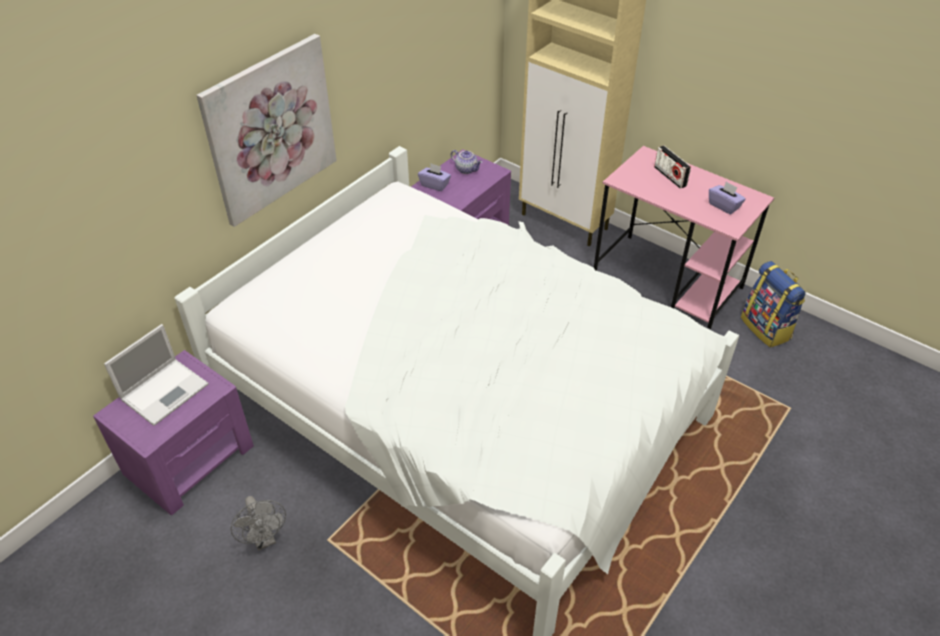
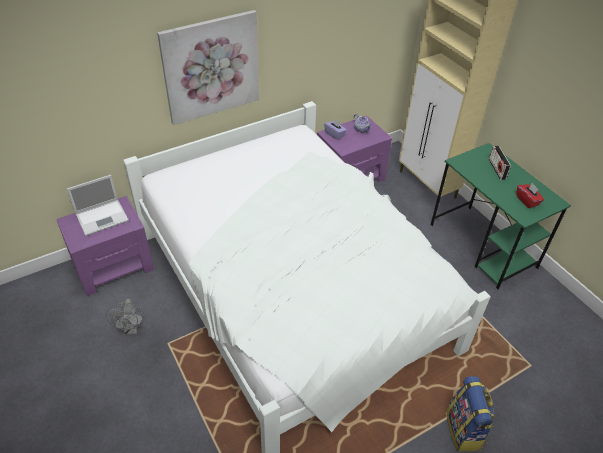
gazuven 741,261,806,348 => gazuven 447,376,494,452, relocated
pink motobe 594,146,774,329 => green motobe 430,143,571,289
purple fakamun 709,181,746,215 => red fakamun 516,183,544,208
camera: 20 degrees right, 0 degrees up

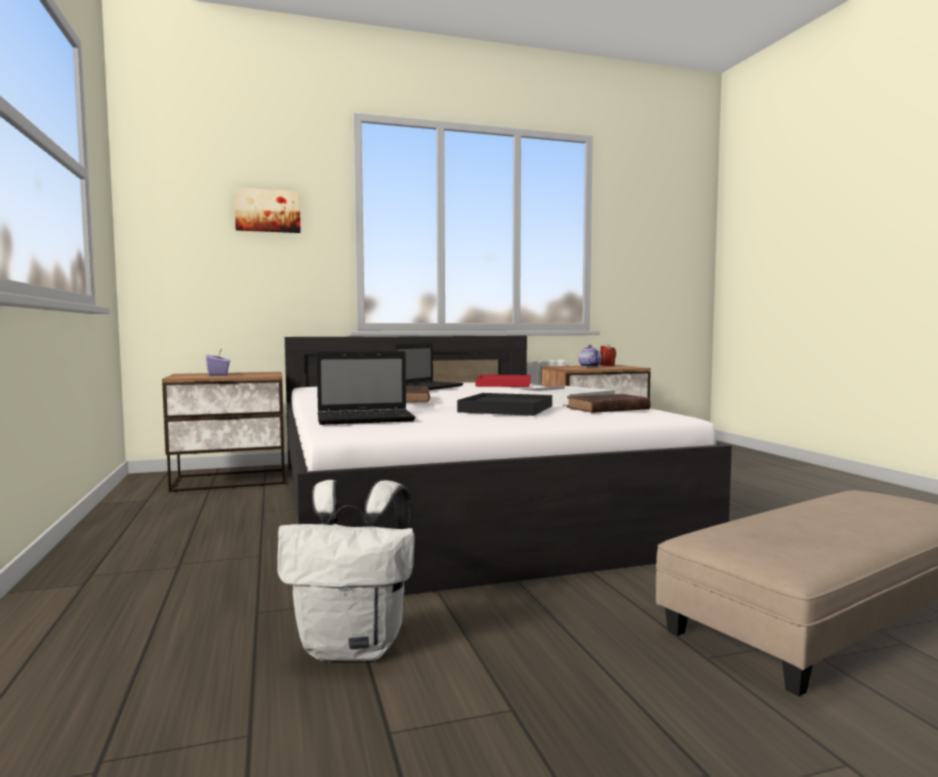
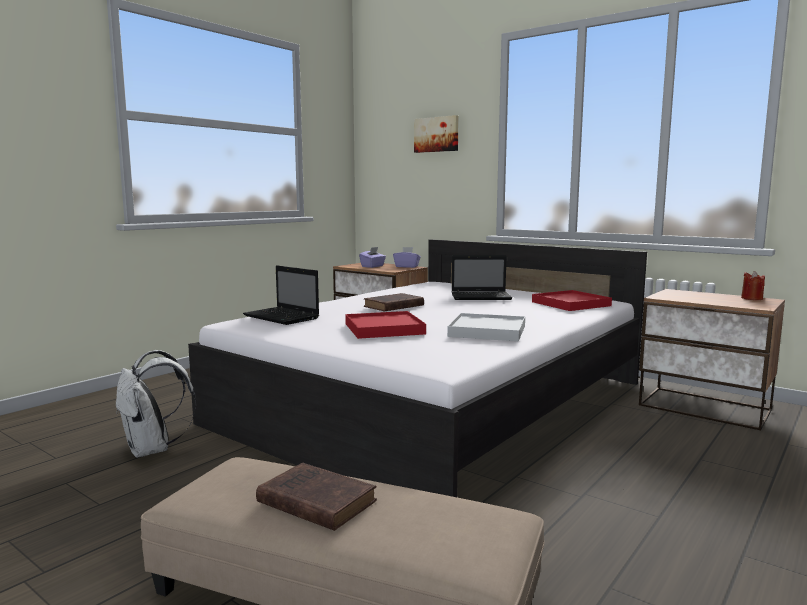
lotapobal 578,345,601,367 => nothing
nothing => purple fakamun 393,247,421,268
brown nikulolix 567,394,651,413 => brown nikulolix 256,463,377,531, relocated
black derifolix 457,393,552,416 => red derifolix 345,311,426,339
camera: 55 degrees right, 5 degrees up

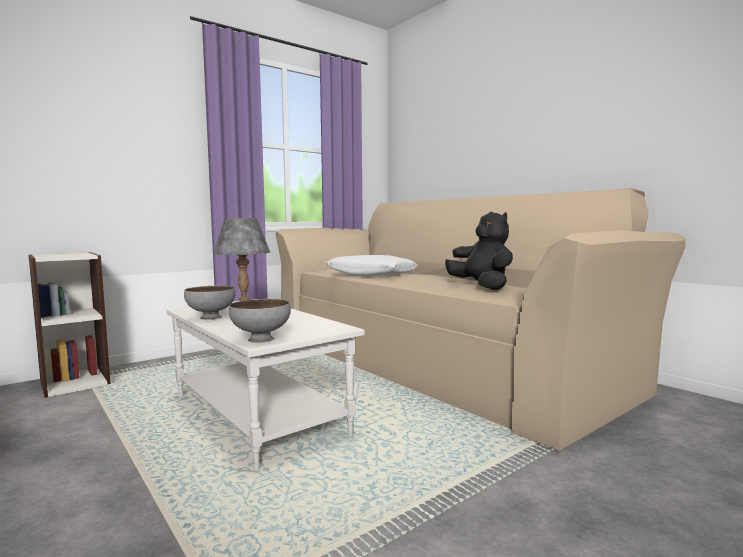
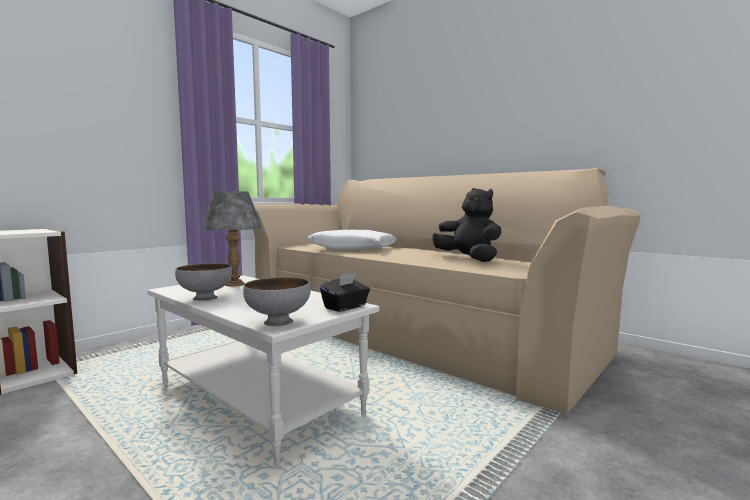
nothing => black fakamun 320,273,370,312
camera: 10 degrees left, 0 degrees up

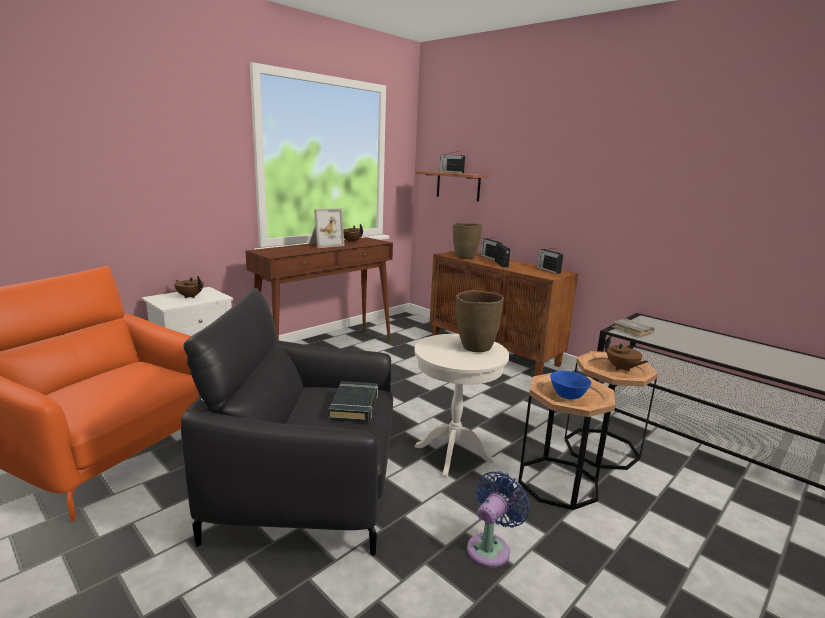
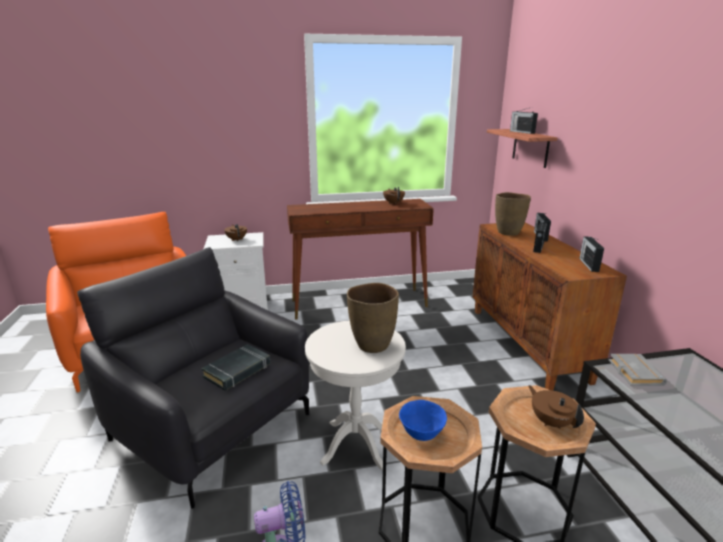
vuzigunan 309,208,345,248 => nothing
brown lotapobal 605,336,648,372 => brown lotapobal 528,385,584,429, 150 degrees clockwise
camera: 35 degrees right, 5 degrees up

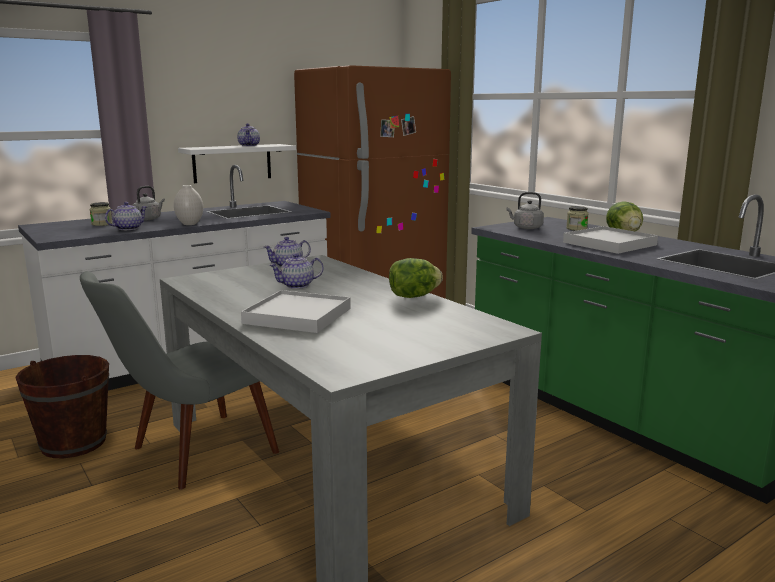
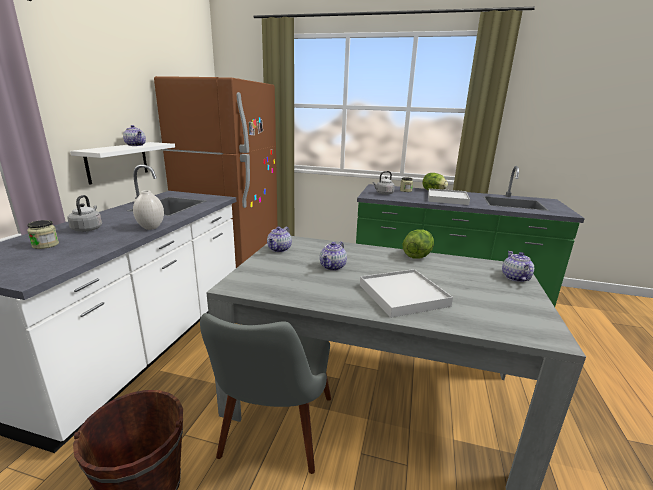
lotapobal 105,202,147,230 => lotapobal 502,251,534,282, relocated
camera: 40 degrees left, 5 degrees up

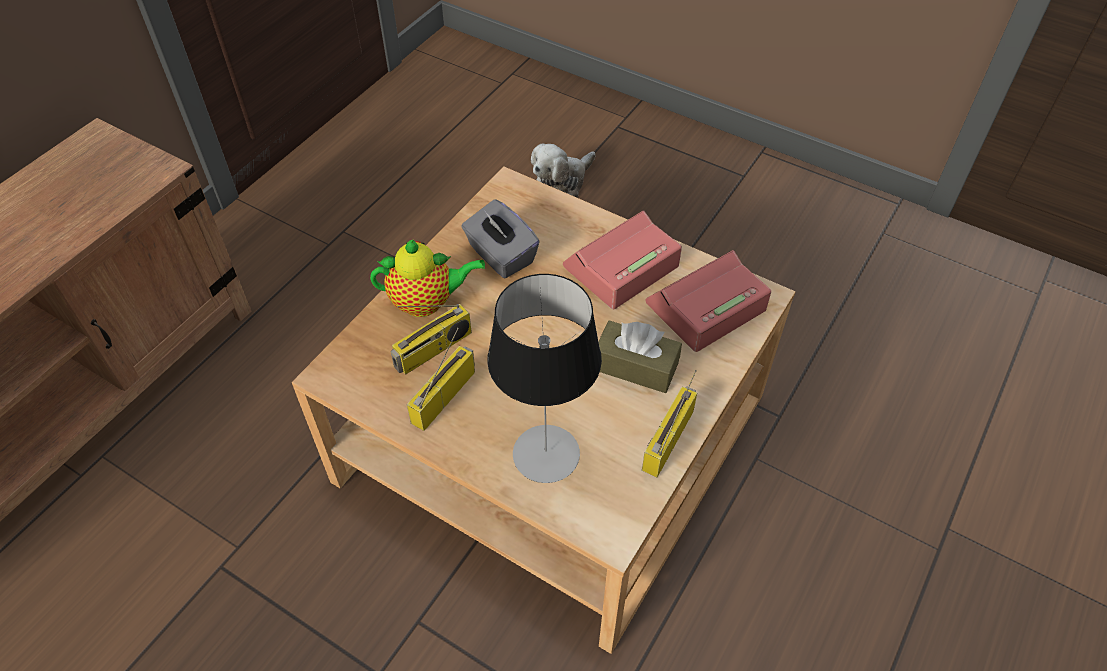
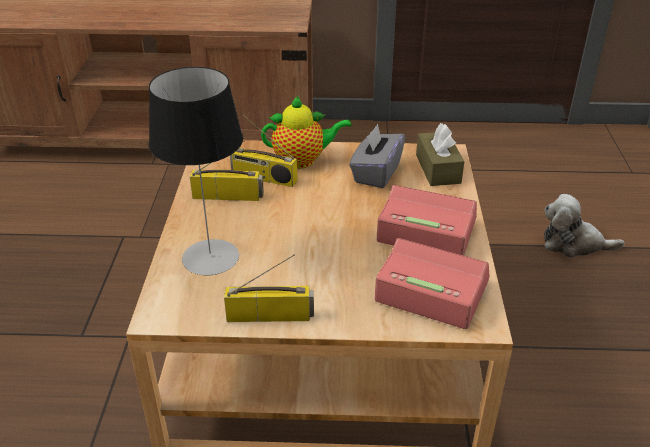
brown fakamun 598,320,682,393 => brown fakamun 416,123,464,186, relocated
lotapobal 370,239,485,317 => lotapobal 261,96,352,169, 60 degrees counterclockwise
camera: 60 degrees right, 15 degrees down

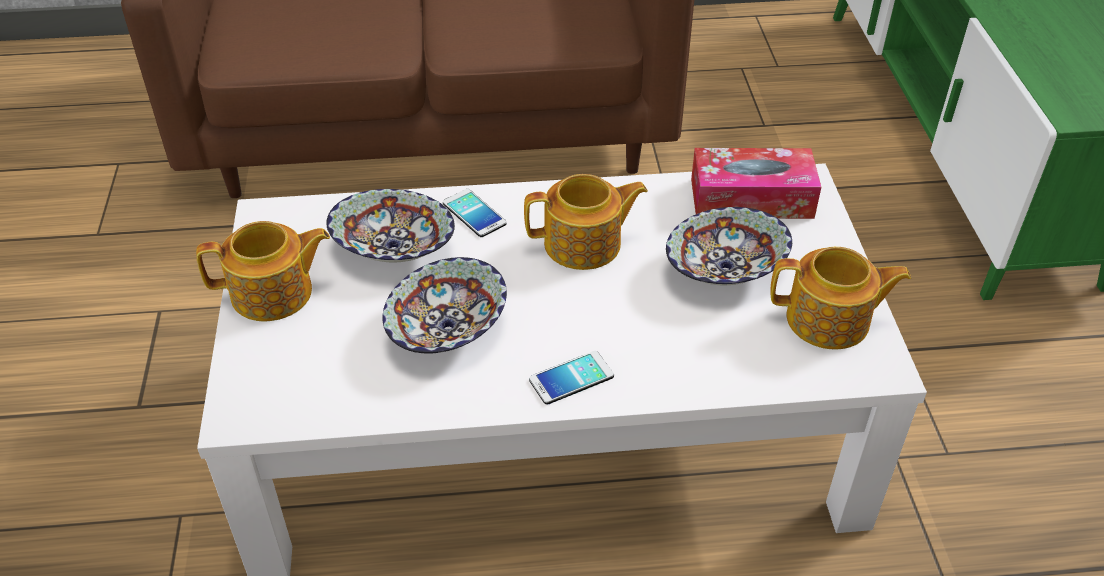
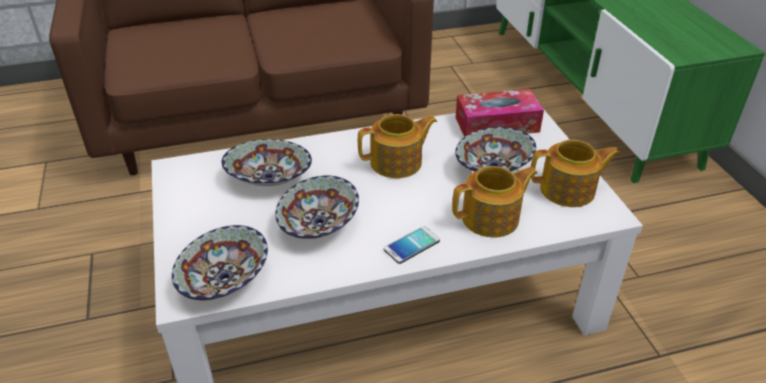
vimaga 443,189,507,237 => nothing
nothing => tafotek 172,225,268,300
lotapobal 196,221,330,322 => lotapobal 452,166,537,237, relocated
camera: 10 degrees left, 5 degrees down

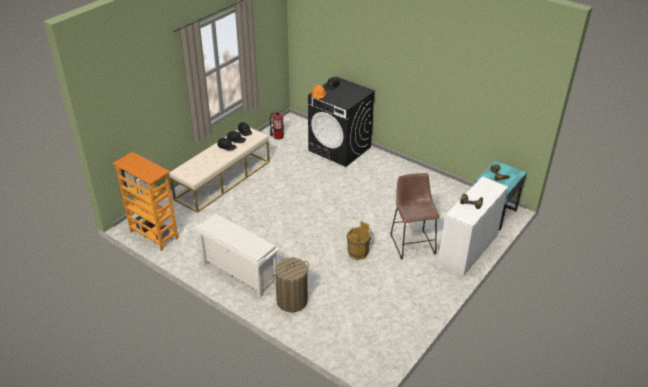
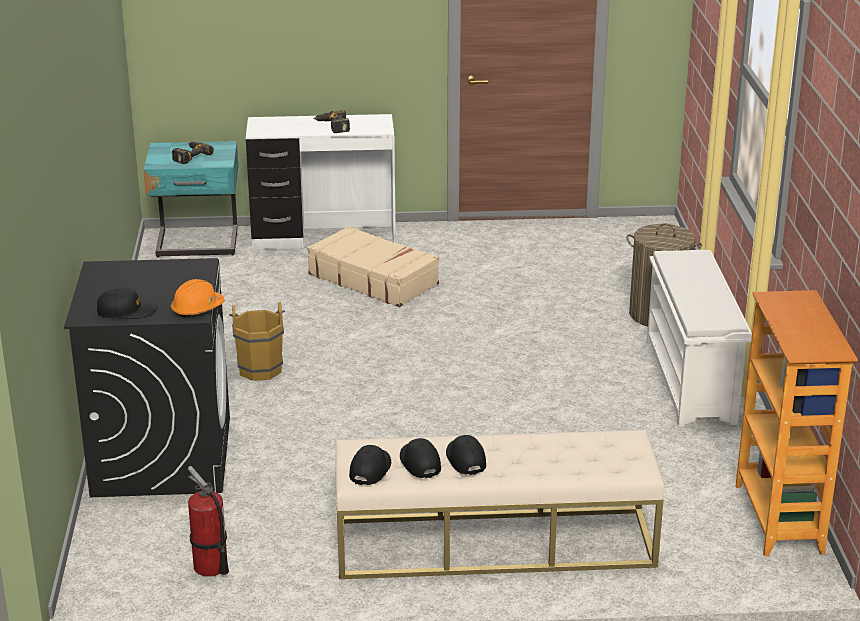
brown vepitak 346,221,373,260 => brown vepitak 229,302,285,381, relocated
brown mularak 391,173,440,260 => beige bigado 307,226,439,307
camera: 130 degrees left, 10 degrees down

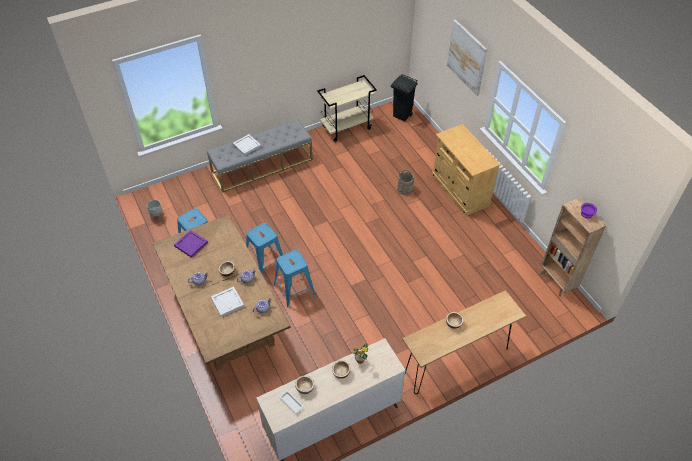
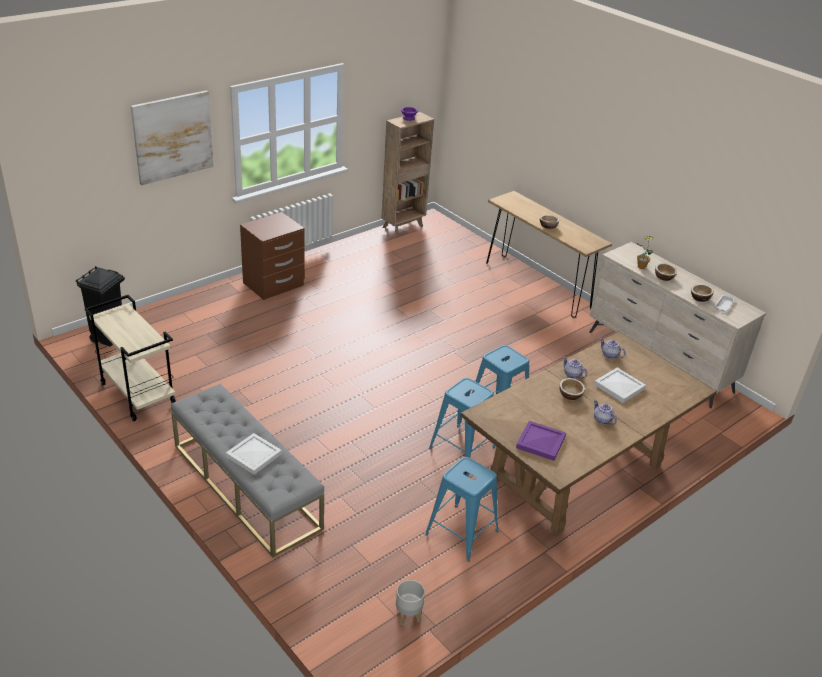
beige vepitak 397,170,415,195 => nothing
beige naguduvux 432,124,500,216 => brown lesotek 240,212,305,300
camera: 105 degrees left, 15 degrees down

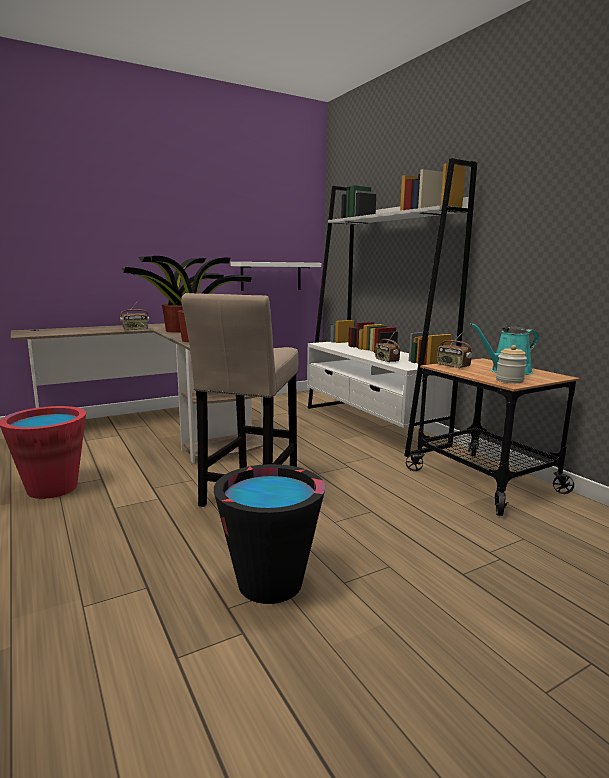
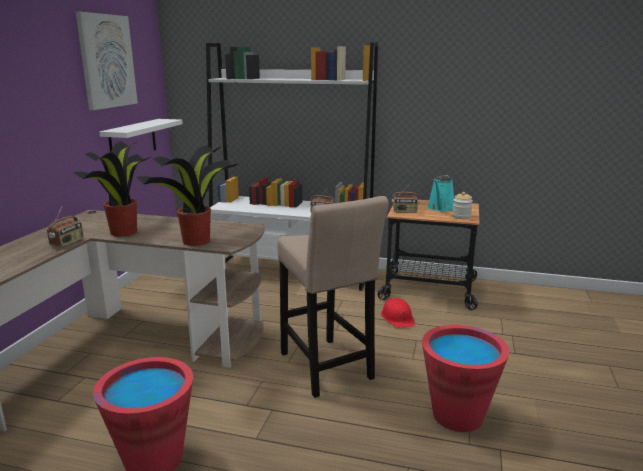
nothing => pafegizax 76,12,138,110
nothing => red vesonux 381,298,415,328
black vepitak 214,464,325,604 => red vepitak 422,325,509,432
camera: 45 degrees left, 5 degrees up

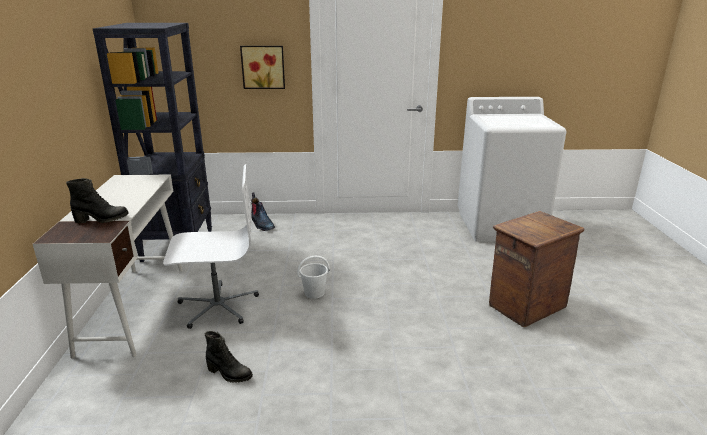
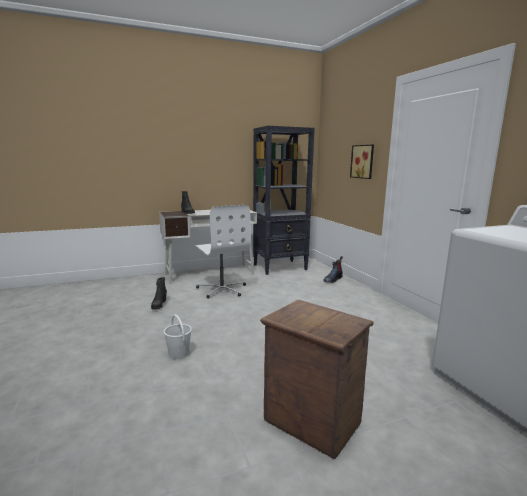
white vepitak 297,256,330,299 => white vepitak 163,314,192,359, relocated
camera: 70 degrees right, 10 degrees down

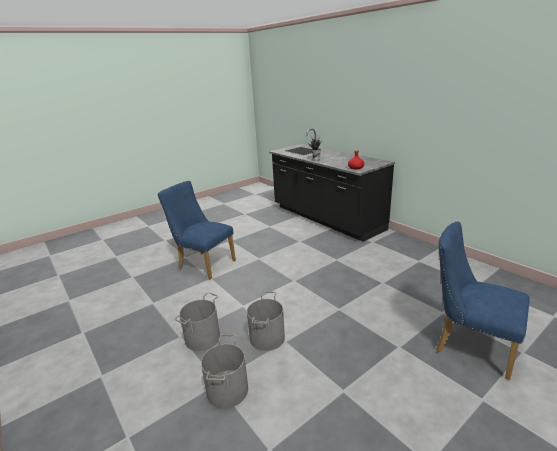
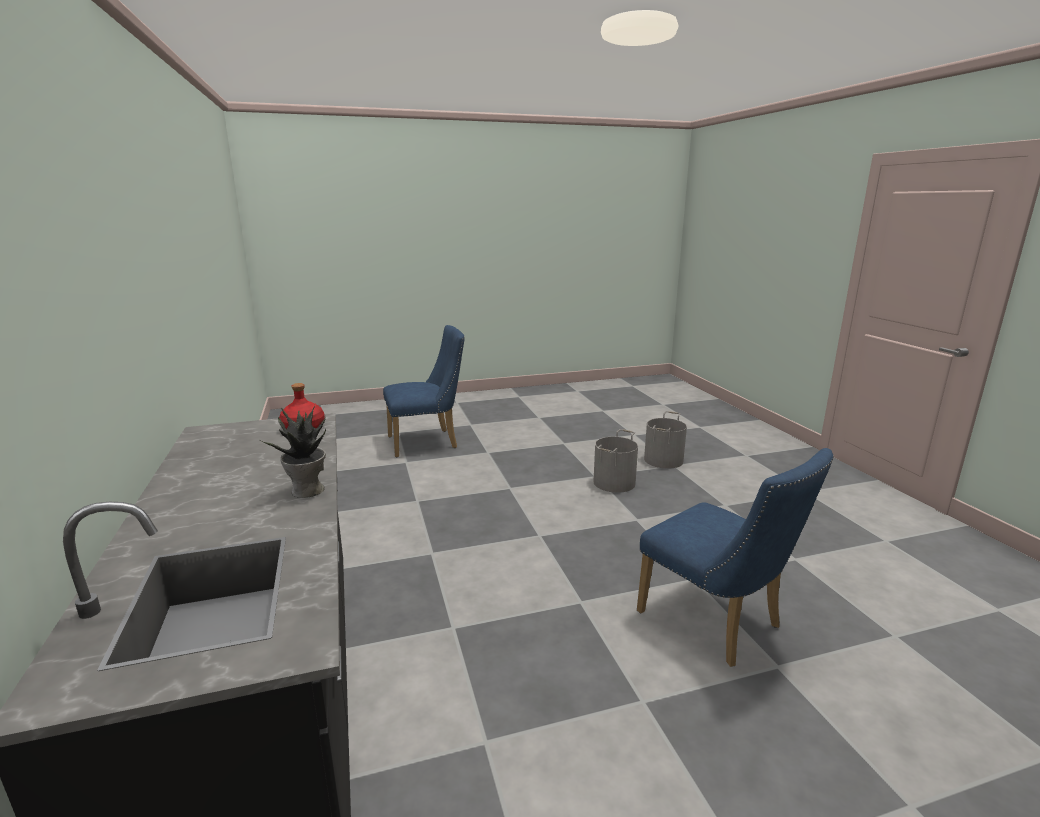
grey vepitak 174,292,220,351 => nothing
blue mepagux 436,222,530,380 => blue mepagux 383,325,465,458, 75 degrees counterclockwise
camera: 160 degrees left, 5 degrees down

